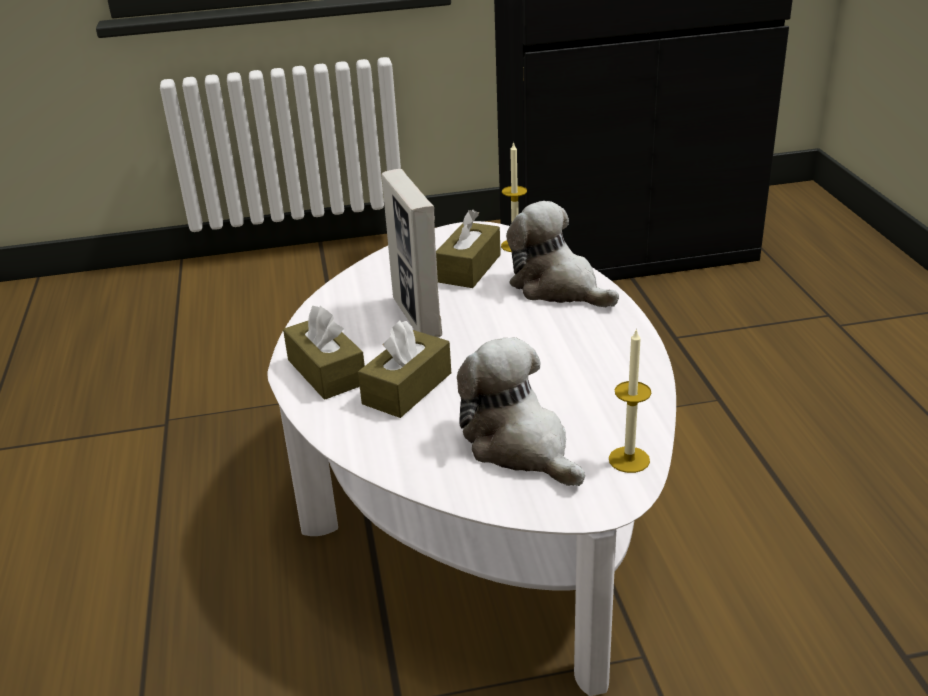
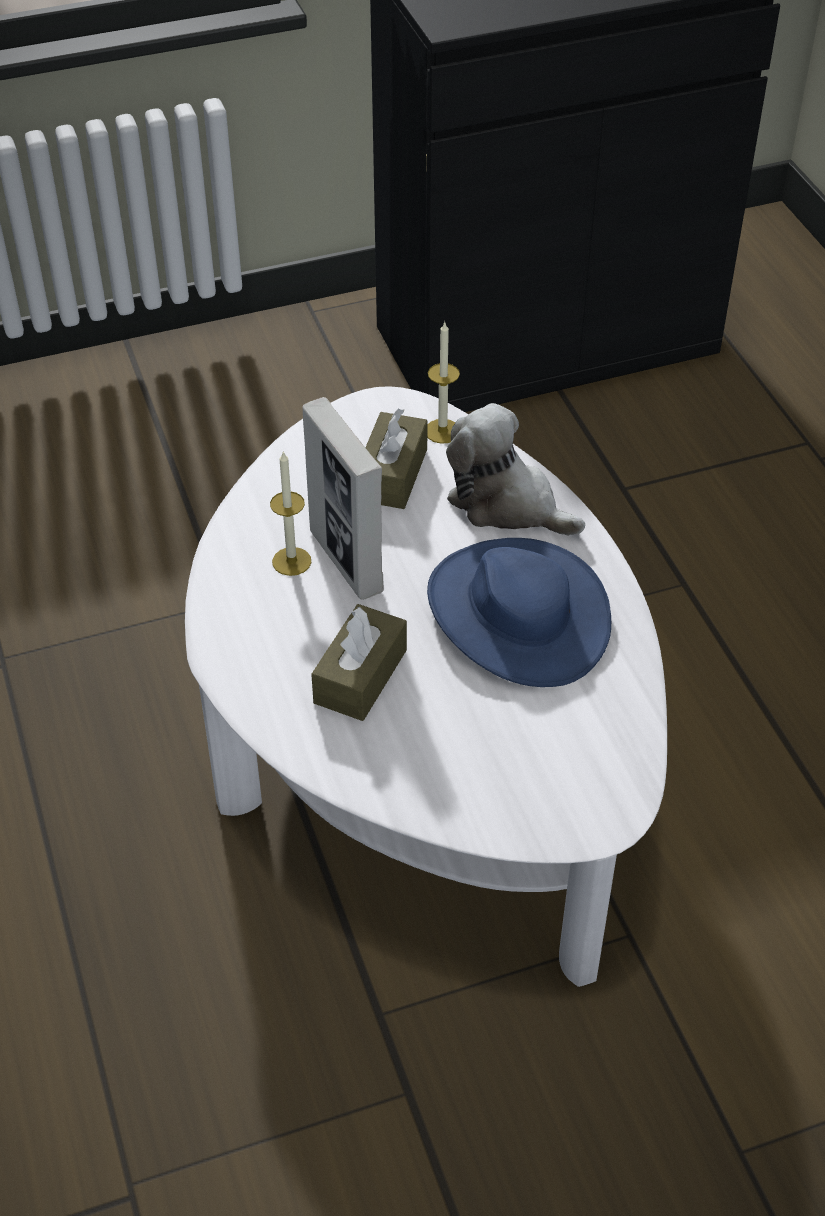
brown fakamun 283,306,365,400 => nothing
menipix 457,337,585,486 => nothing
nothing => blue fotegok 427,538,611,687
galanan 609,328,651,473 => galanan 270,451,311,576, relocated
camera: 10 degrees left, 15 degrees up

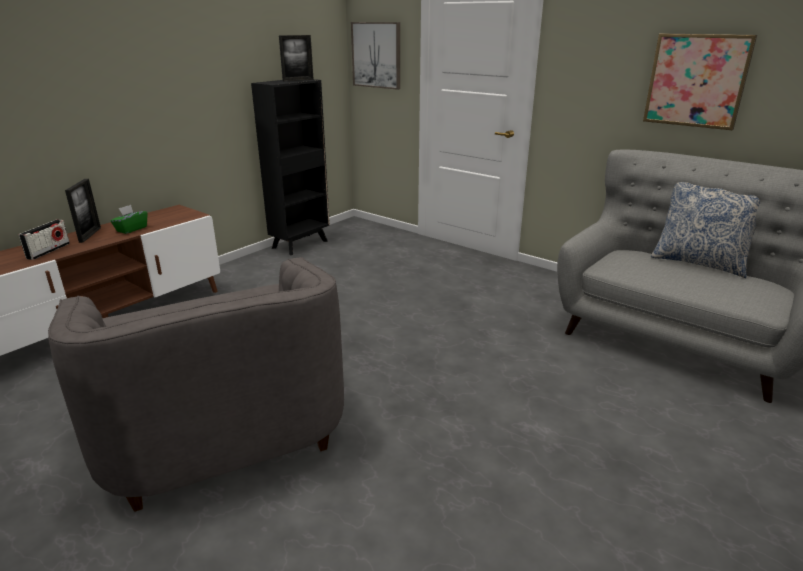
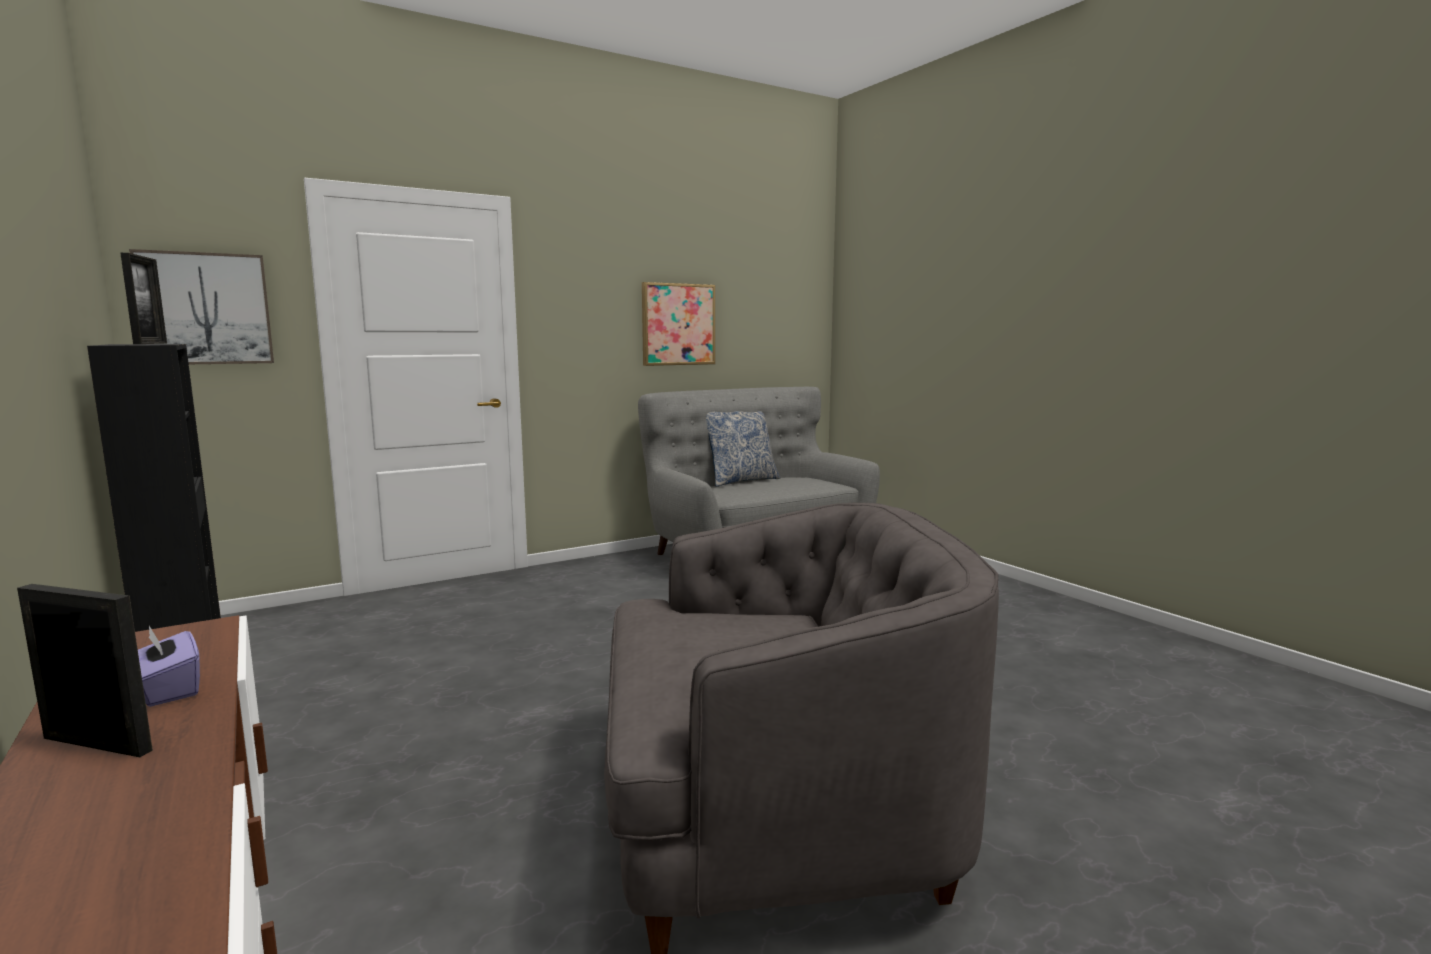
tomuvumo 19,219,70,260 => nothing
green fakamun 110,205,147,234 => purple fakamun 138,626,200,707
camera: 70 degrees left, 15 degrees down

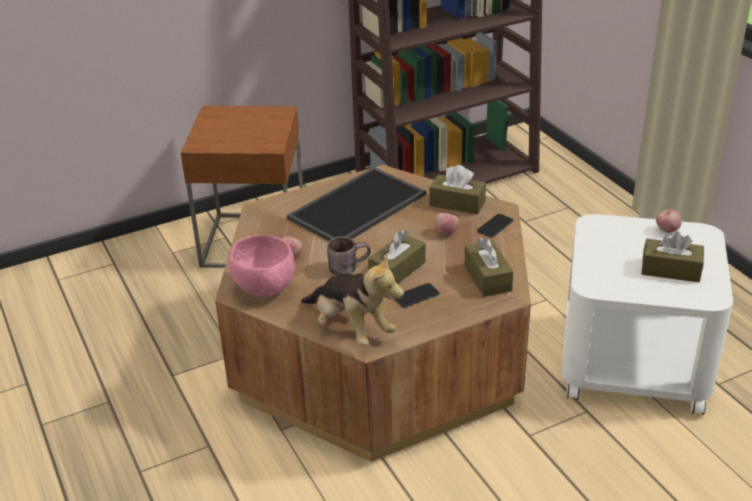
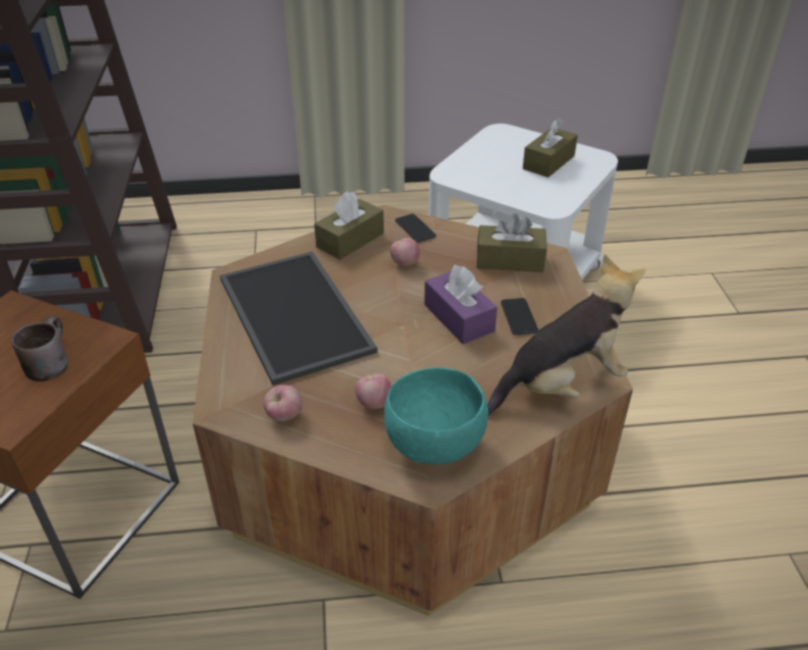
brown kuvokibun 327,236,371,275 => brown kuvokibun 11,316,68,381, relocated
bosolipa 656,209,682,233 => bosolipa 263,385,302,422, relocated
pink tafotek 229,235,295,297 => turquoise tafotek 384,367,488,464
brown fakamun 368,230,425,284 => purple fakamun 424,265,497,344
camera: 70 degrees left, 5 degrees up

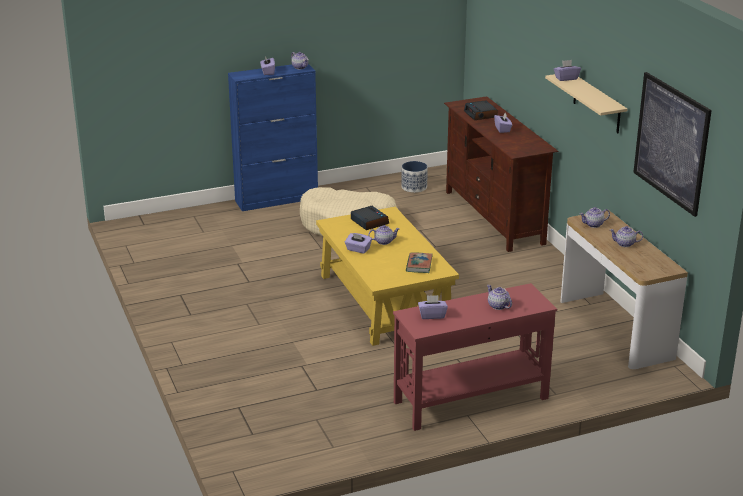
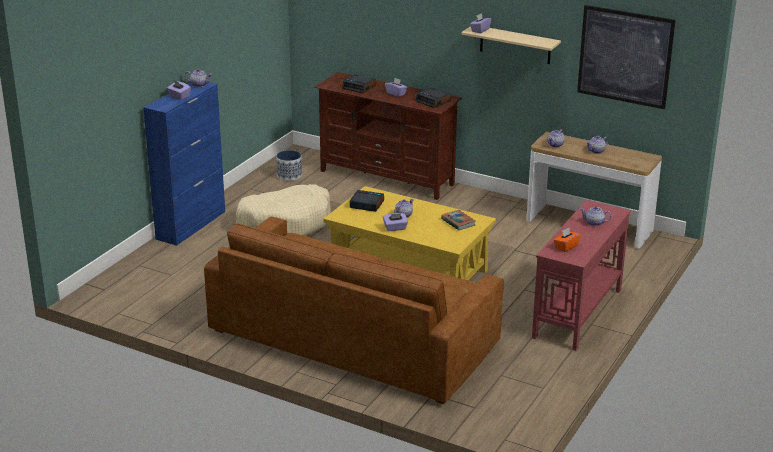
nothing => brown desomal 204,217,504,404
nothing => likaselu 416,88,451,108
purple fakamun 418,295,448,319 => orange fakamun 554,228,581,252
camera: 40 degrees left, 0 degrees up

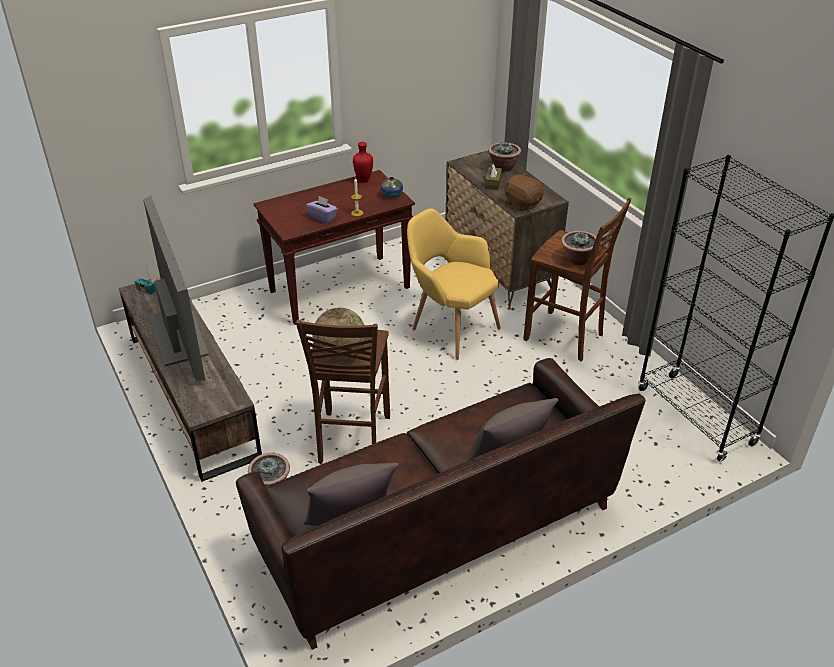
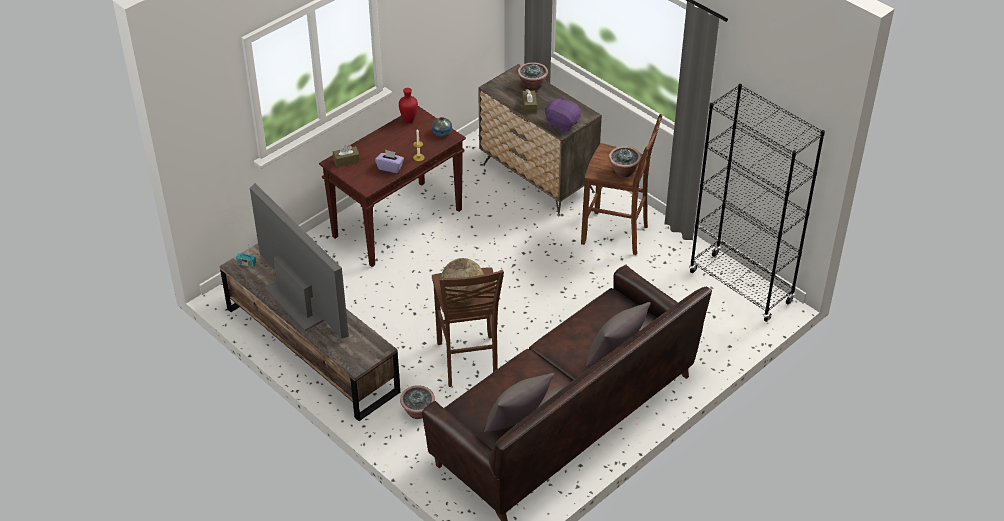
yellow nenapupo 407,208,501,360 => nothing
nothing => brown fakamun 333,145,360,167
brown menipix 504,173,544,211 => purple menipix 545,96,581,132
camera: 15 degrees left, 5 degrees up

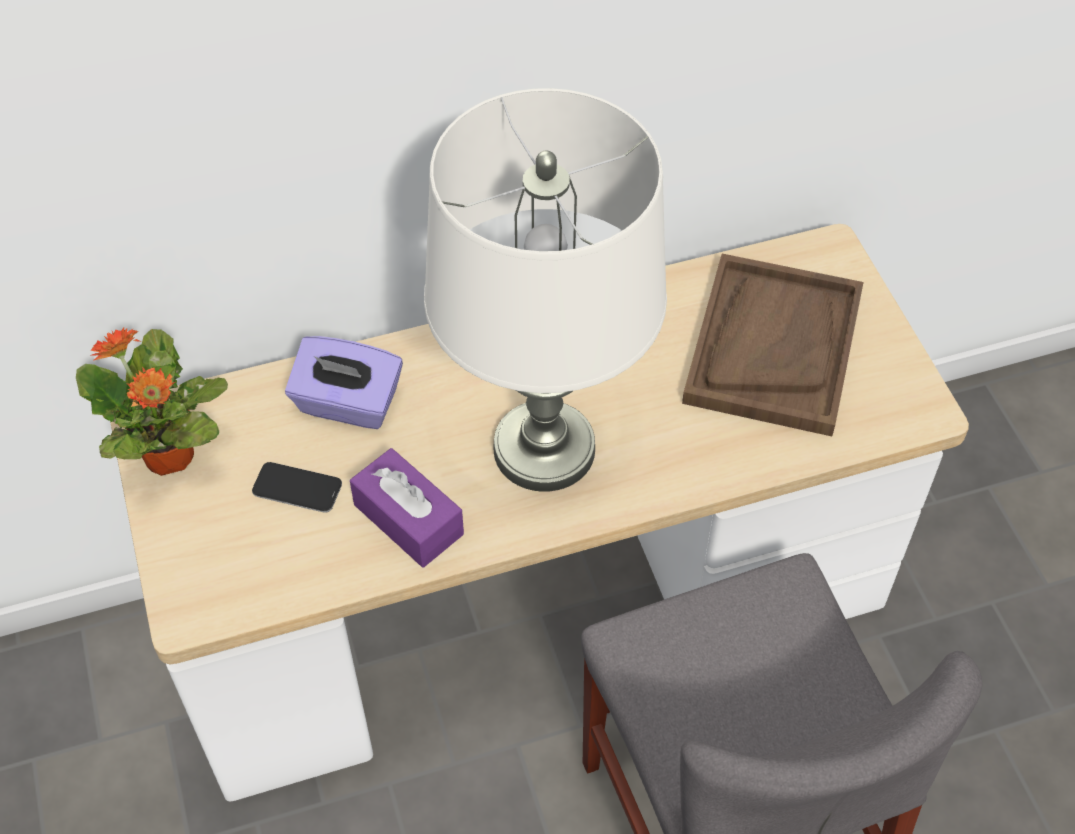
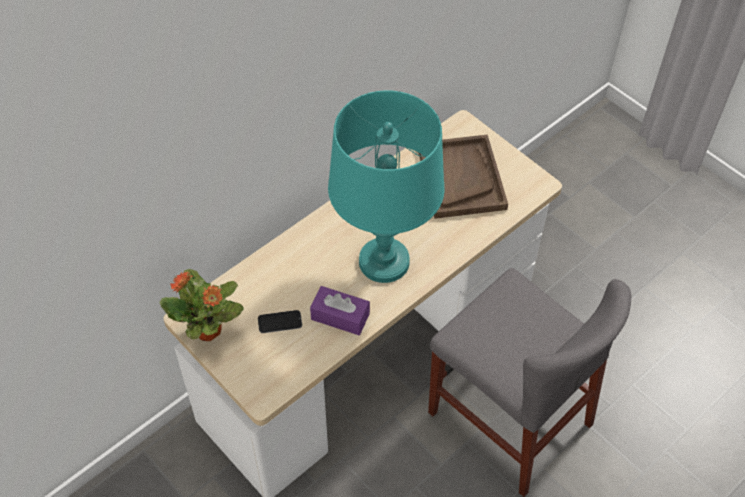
purple fakamun 285,336,403,429 => nothing
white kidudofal 424,88,667,492 => turquoise kidudofal 328,90,444,283
camera: 25 degrees left, 0 degrees up

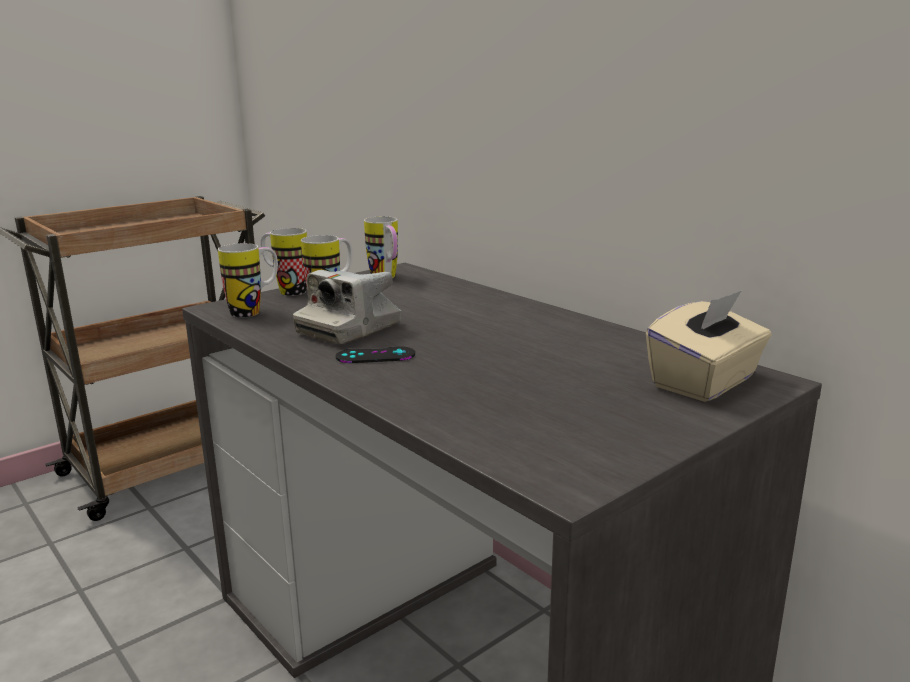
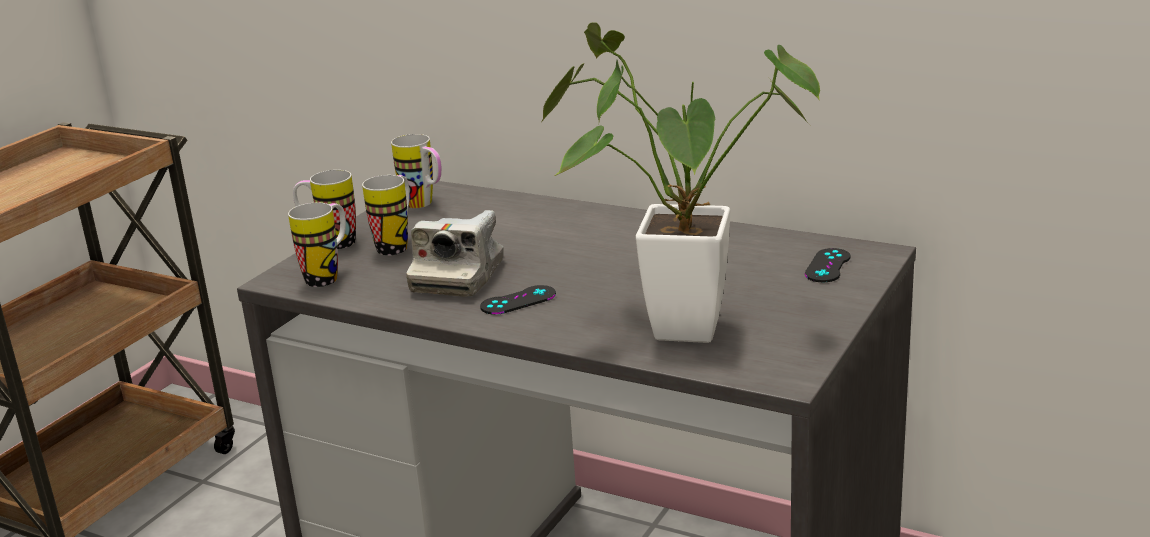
nothing => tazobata 541,22,820,343
beige fakamun 646,290,771,402 => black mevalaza 805,248,851,282
camera: 20 degrees left, 5 degrees up

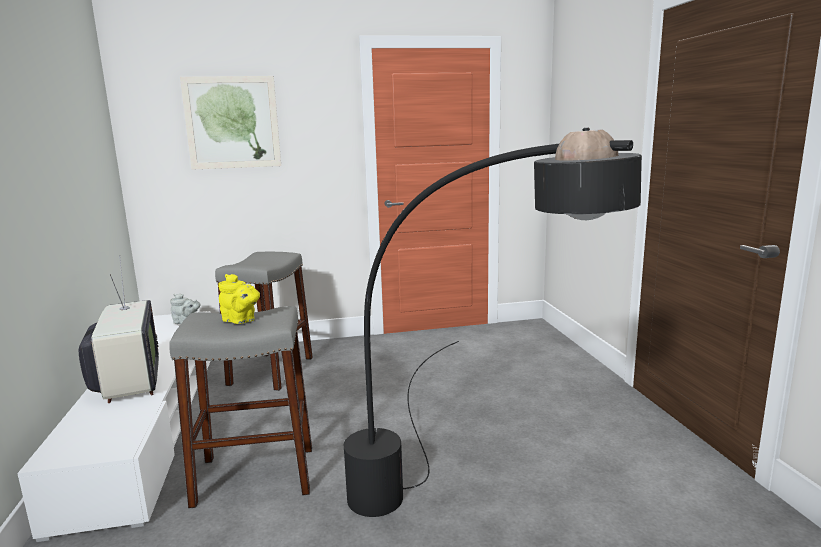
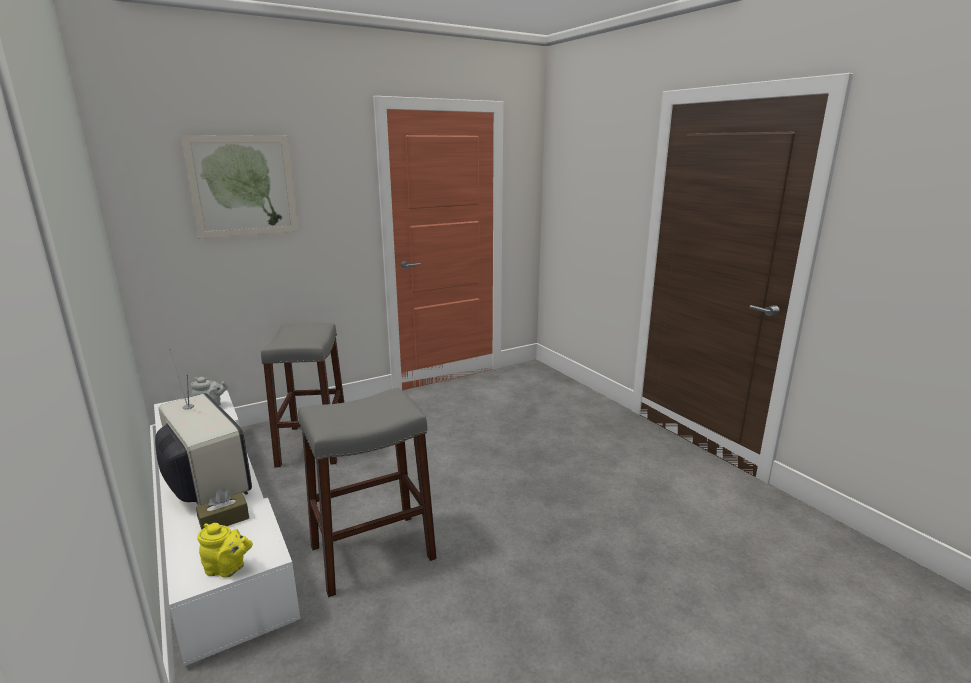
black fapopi 344,128,642,517 => nothing
nothing => brown fakamun 196,489,249,530
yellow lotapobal 218,274,260,324 => yellow lotapobal 197,523,253,578, relocated
camera: 20 degrees left, 5 degrees up

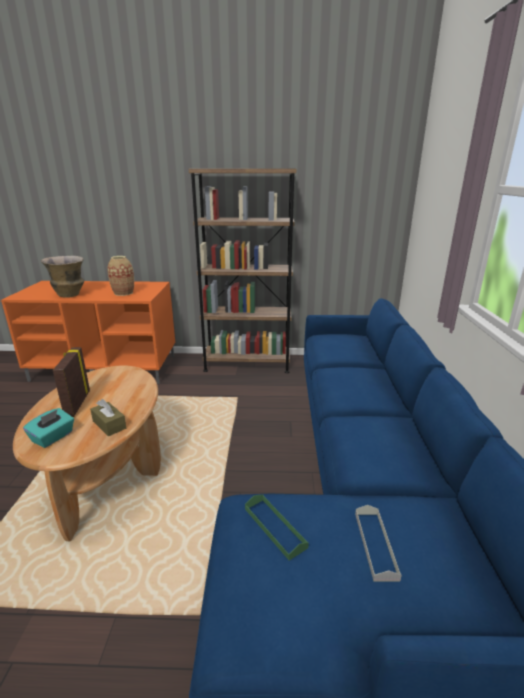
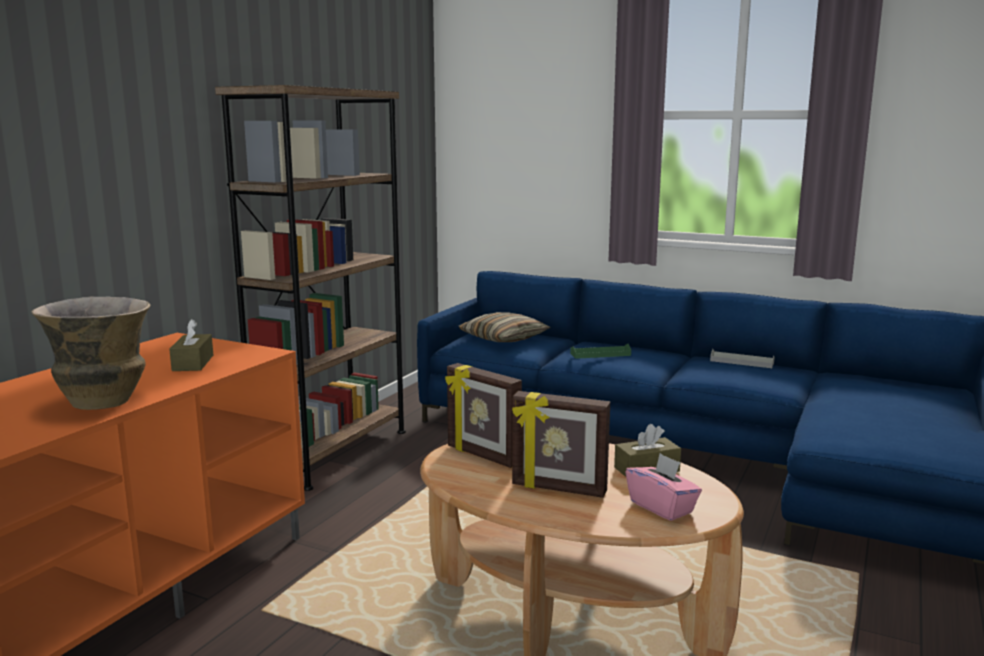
nothing => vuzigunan 445,363,522,468
nothing => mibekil 459,312,551,342
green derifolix 245,495,309,561 => green derifolix 570,344,631,359, relocated
grey derifolix 355,505,402,582 => grey derifolix 710,349,775,368, relocated
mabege 107,256,134,296 => brown fakamun 169,319,213,371
turquoise fakamun 23,408,74,448 => pink fakamun 626,453,702,521
camera: 65 degrees left, 10 degrees down

